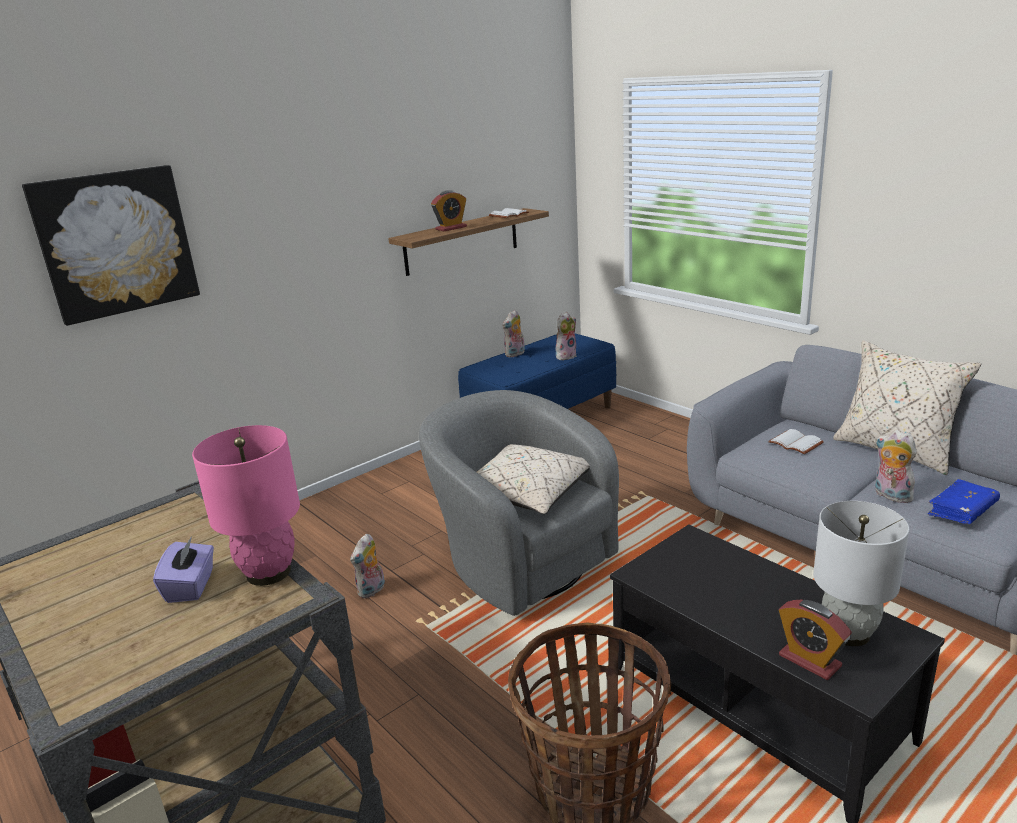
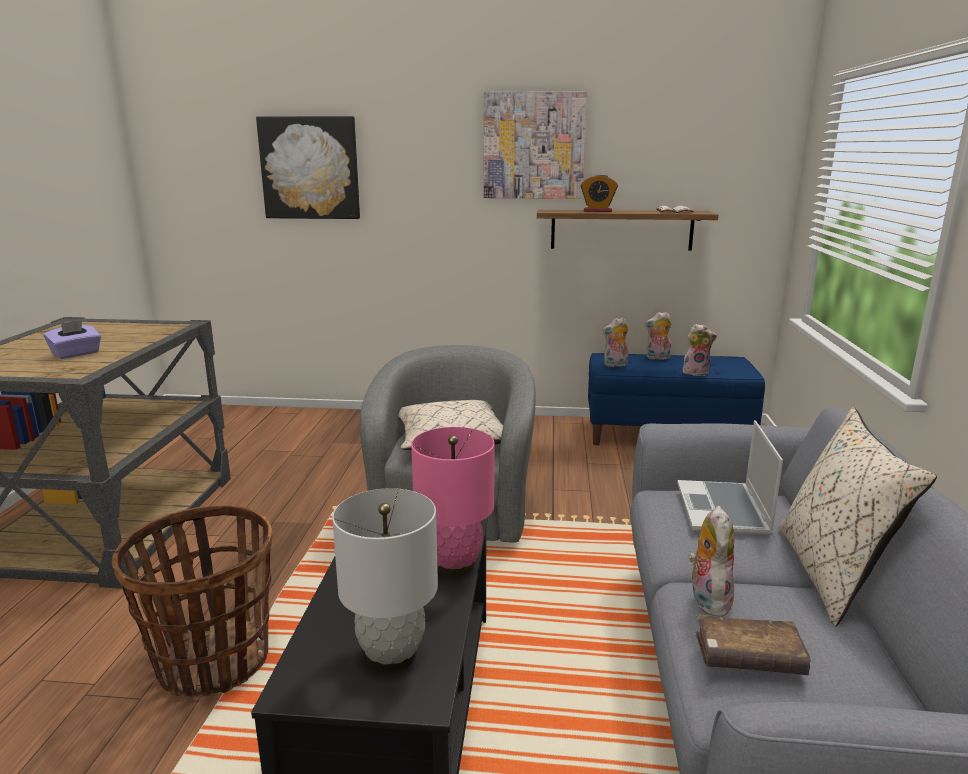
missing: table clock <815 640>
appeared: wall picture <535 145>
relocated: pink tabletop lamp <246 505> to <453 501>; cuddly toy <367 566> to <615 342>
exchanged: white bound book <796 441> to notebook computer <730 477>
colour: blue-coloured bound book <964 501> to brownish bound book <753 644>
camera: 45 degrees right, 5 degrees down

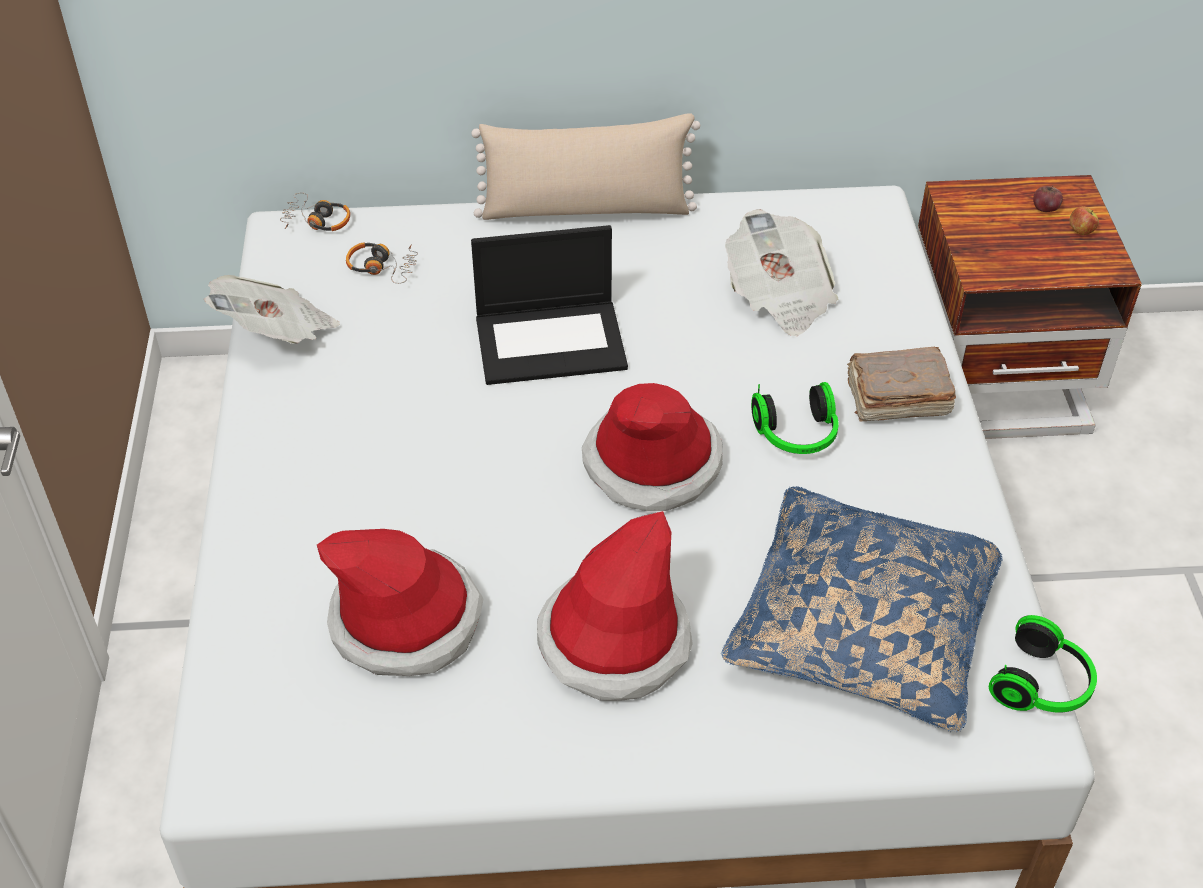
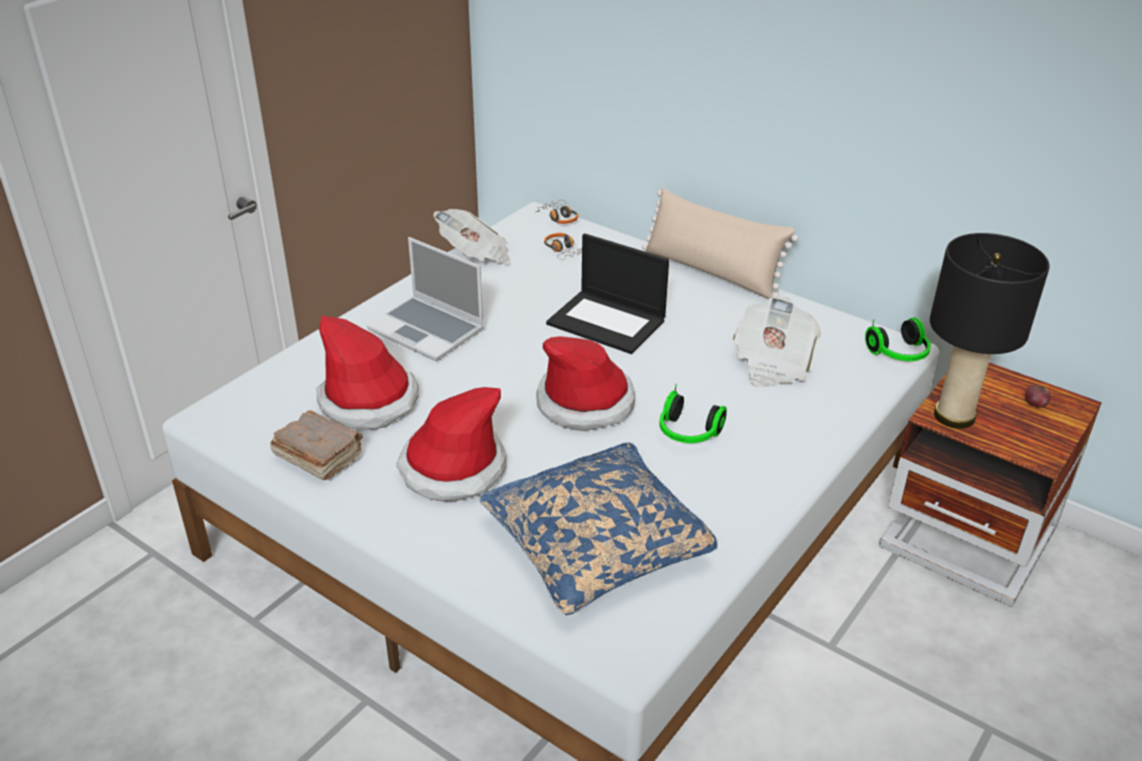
missing: apple <1084 220>
appeared: notebook computer <425 299>; black tabletop lamp <990 331>
relocated: brownish bound book <901 384> to <316 445>; headset <1043 664> to <898 339>
camera: 40 degrees right, 10 degrees down

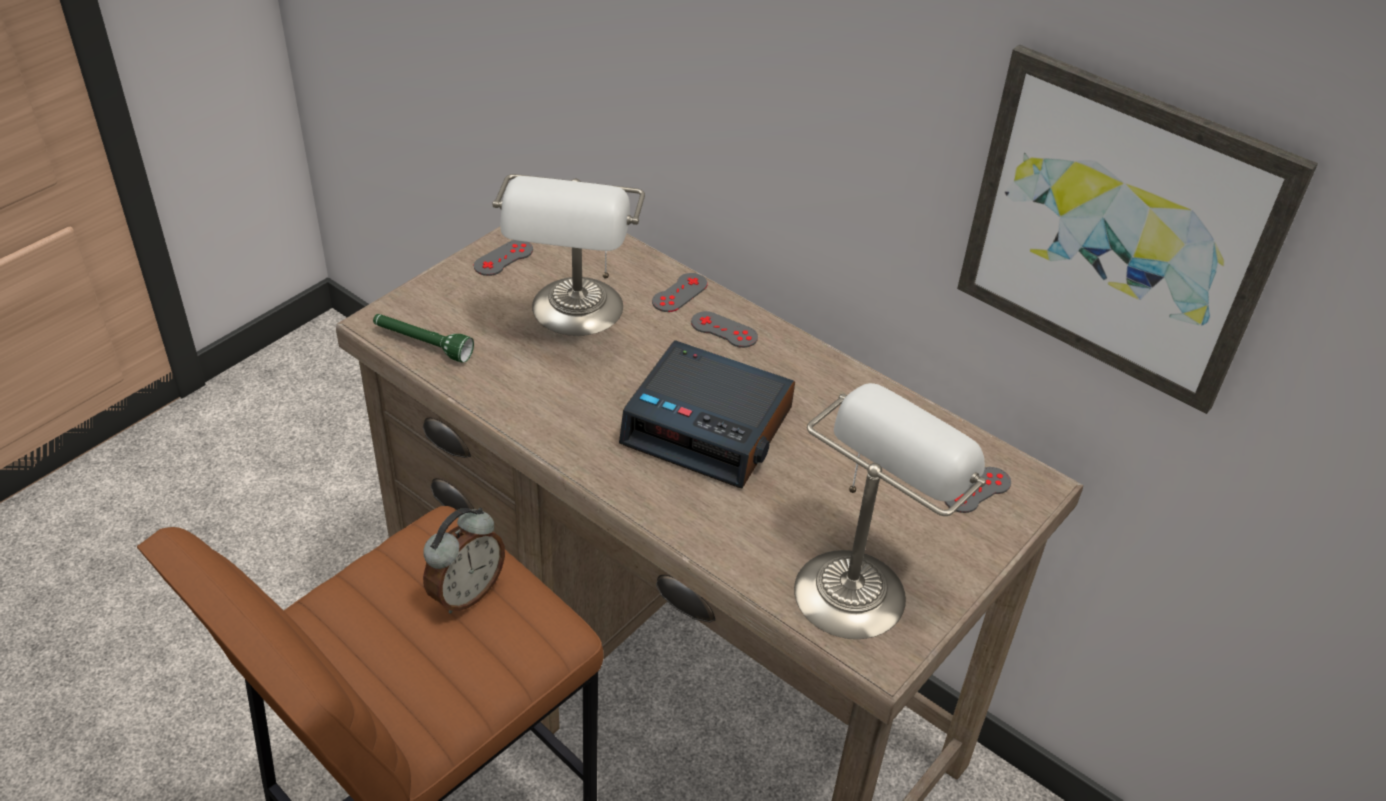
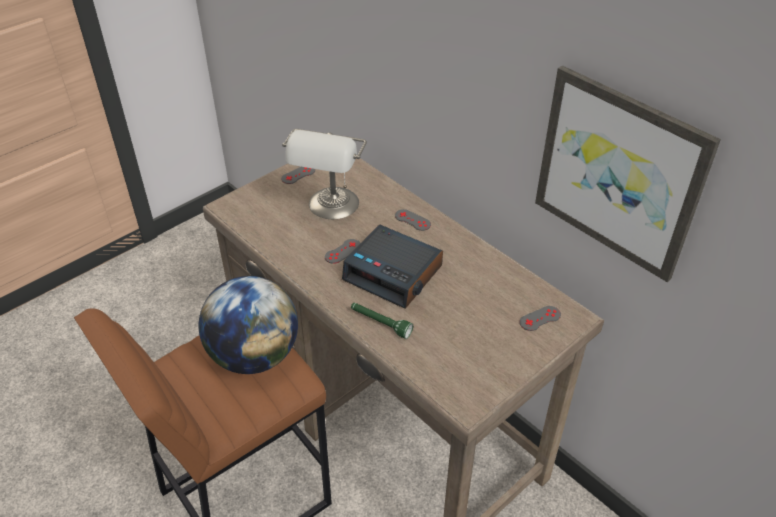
missing: white tabletop lamp <890 511>
relocated: greenish flashlight <423 338> to <382 321>; greyish gamepad <680 292> to <342 251>
exchanged: table clock <464 561> to world globe <248 325>
camera: 10 degrees right, 0 degrees up

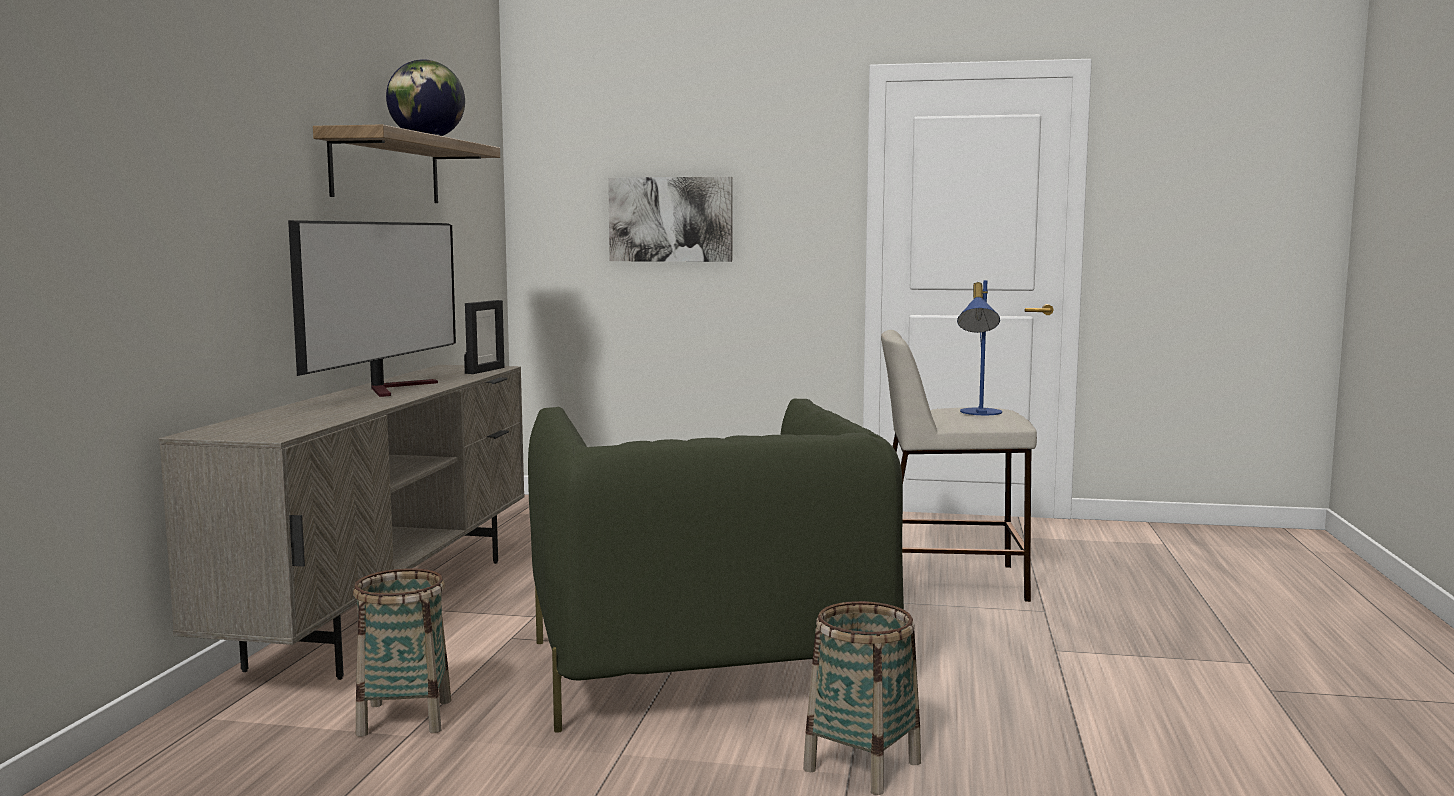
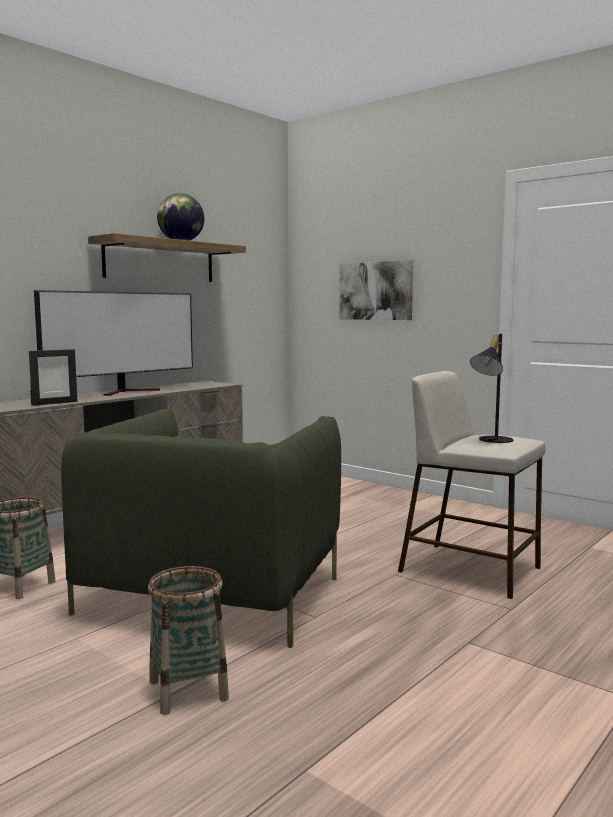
relocated: standing frame <484 337> to <53 377>
colour: blue-coloured tabletop lamp <979 347> to black tabletop lamp <492 388>
camera: 30 degrees right, 0 degrees up

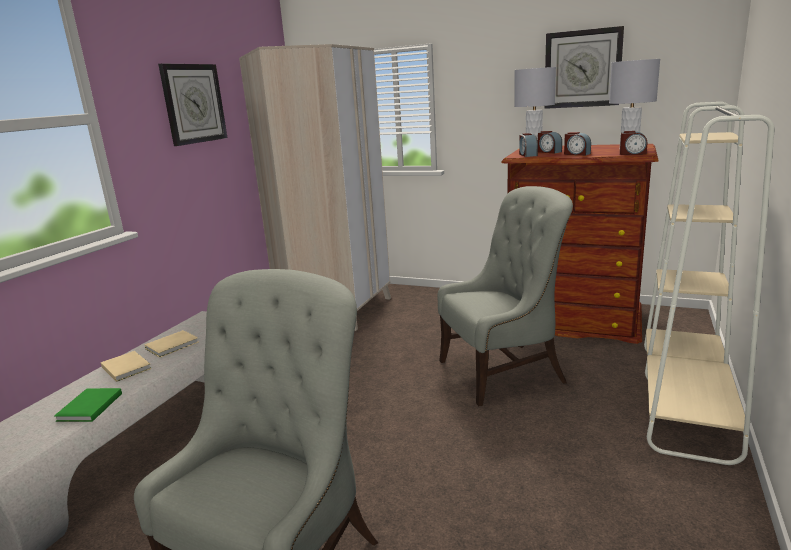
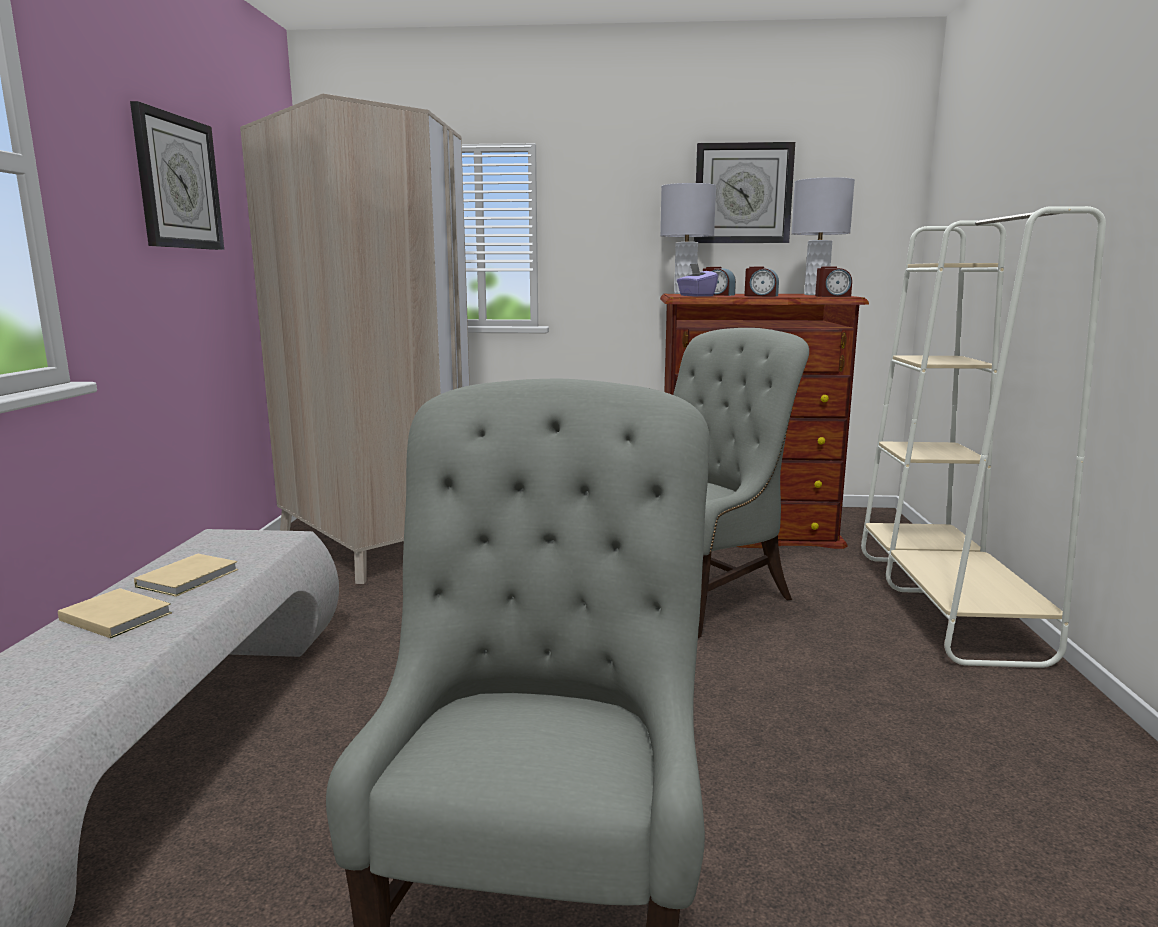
missing: greenish bound book <88 405>
exchanged: table clock <528 145> to purple-coloured tissue holder <697 280>
camera: 20 degrees left, 5 degrees down

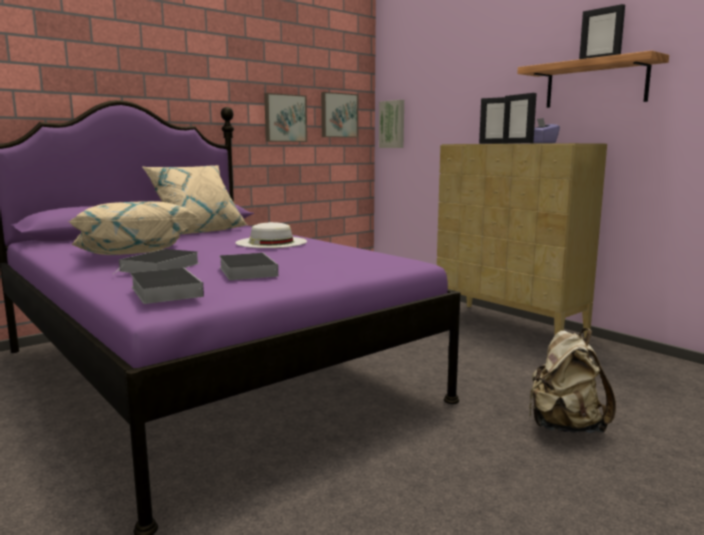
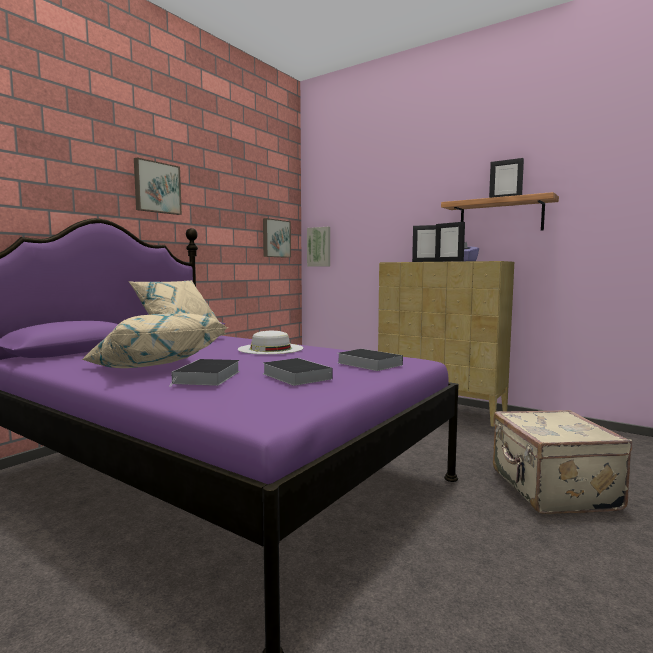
relocated: bound book <167 286> to <370 360>; wall picture <285 117> to <158 186>
exchanged: sand-coloured rucksack <572 380> to sand-coloured piece of luggage <562 462>
camera: 15 degrees left, 5 degrees down

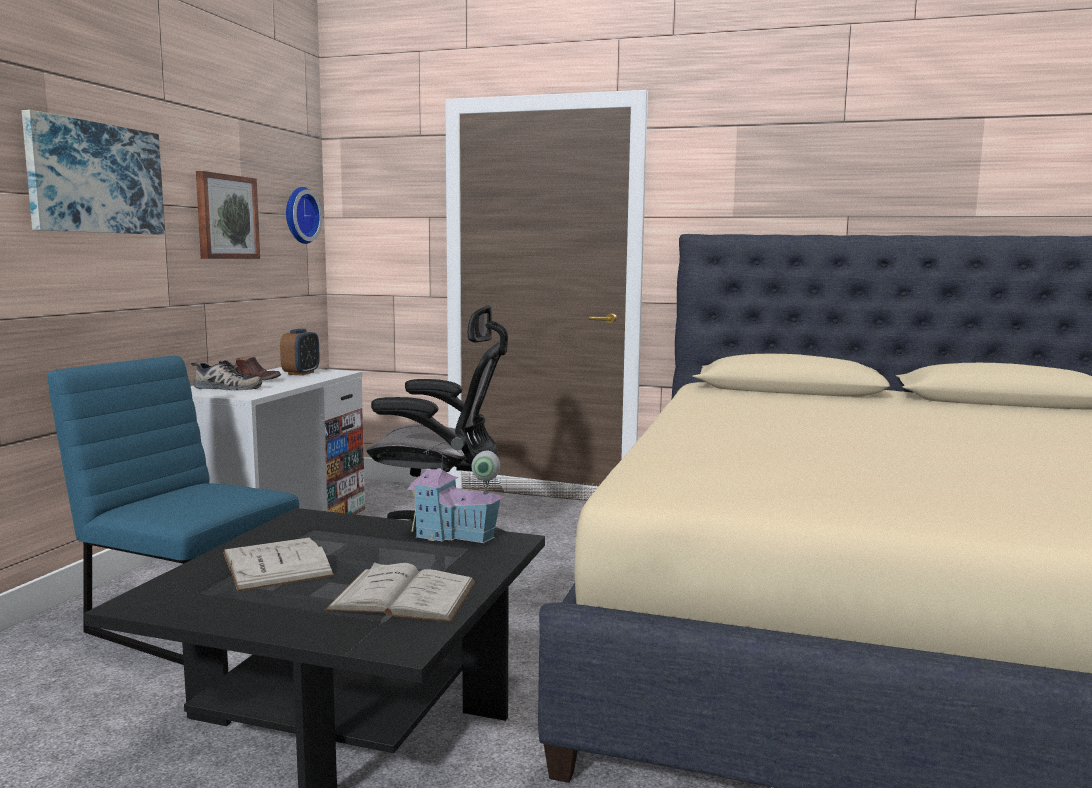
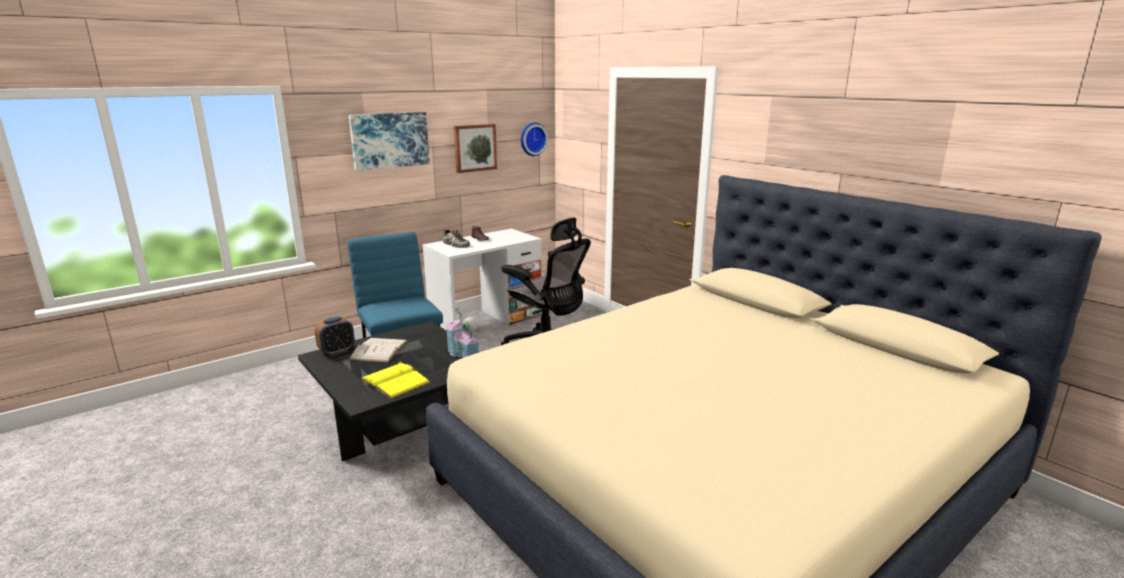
relocated: table clock <300 352> to <335 336>
colour: white bound book <399 592> to yellowish bound book <395 380>
camera: 35 degrees right, 10 degrees up

